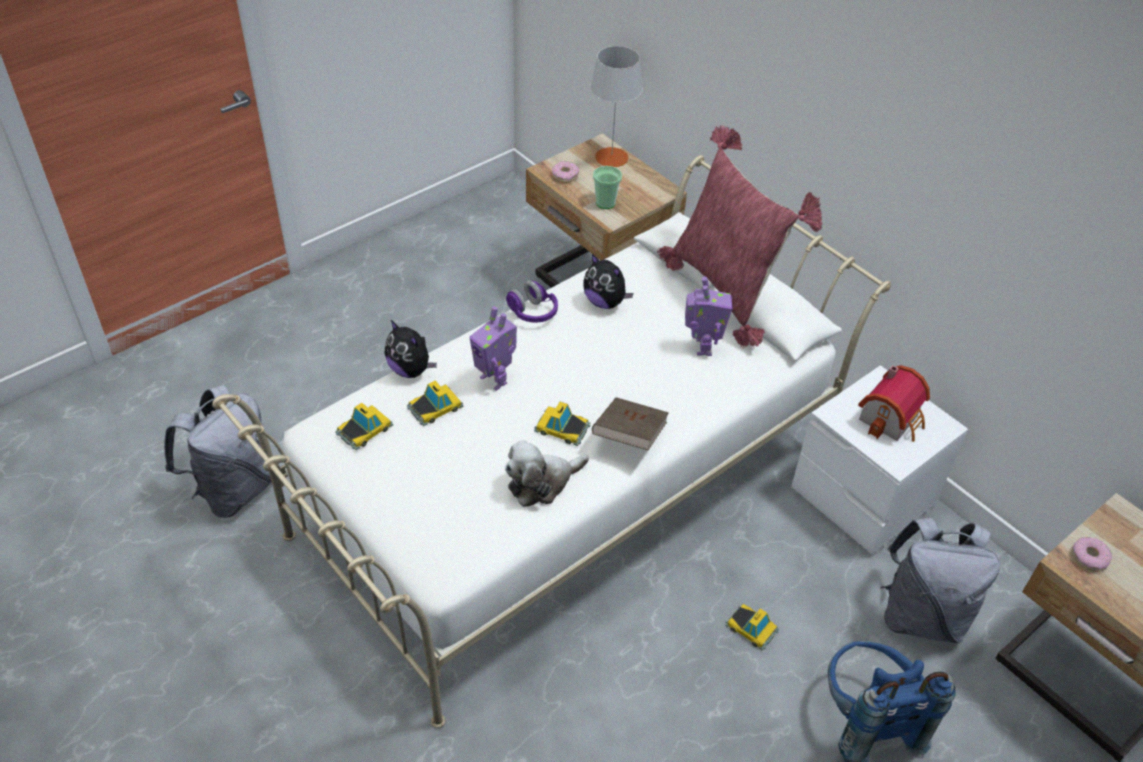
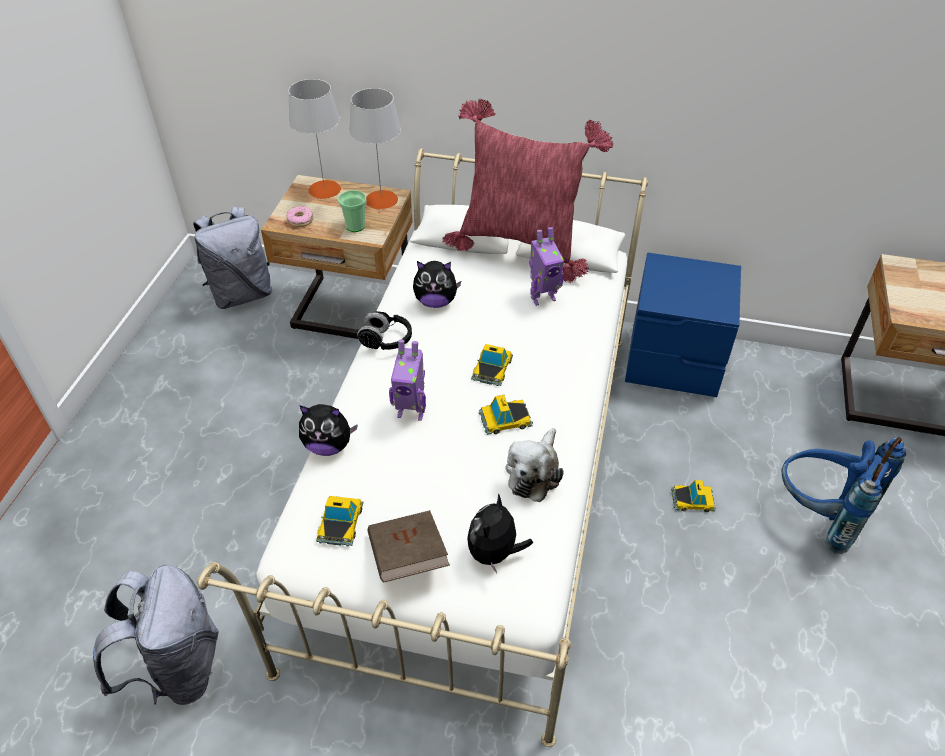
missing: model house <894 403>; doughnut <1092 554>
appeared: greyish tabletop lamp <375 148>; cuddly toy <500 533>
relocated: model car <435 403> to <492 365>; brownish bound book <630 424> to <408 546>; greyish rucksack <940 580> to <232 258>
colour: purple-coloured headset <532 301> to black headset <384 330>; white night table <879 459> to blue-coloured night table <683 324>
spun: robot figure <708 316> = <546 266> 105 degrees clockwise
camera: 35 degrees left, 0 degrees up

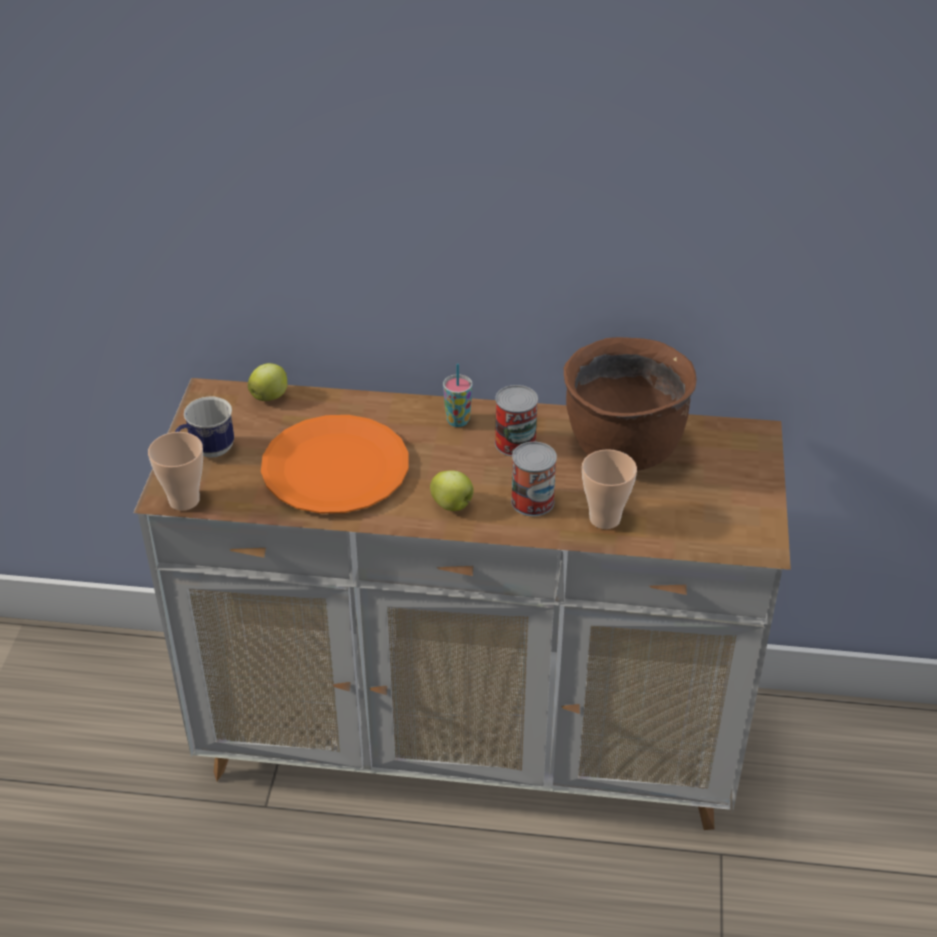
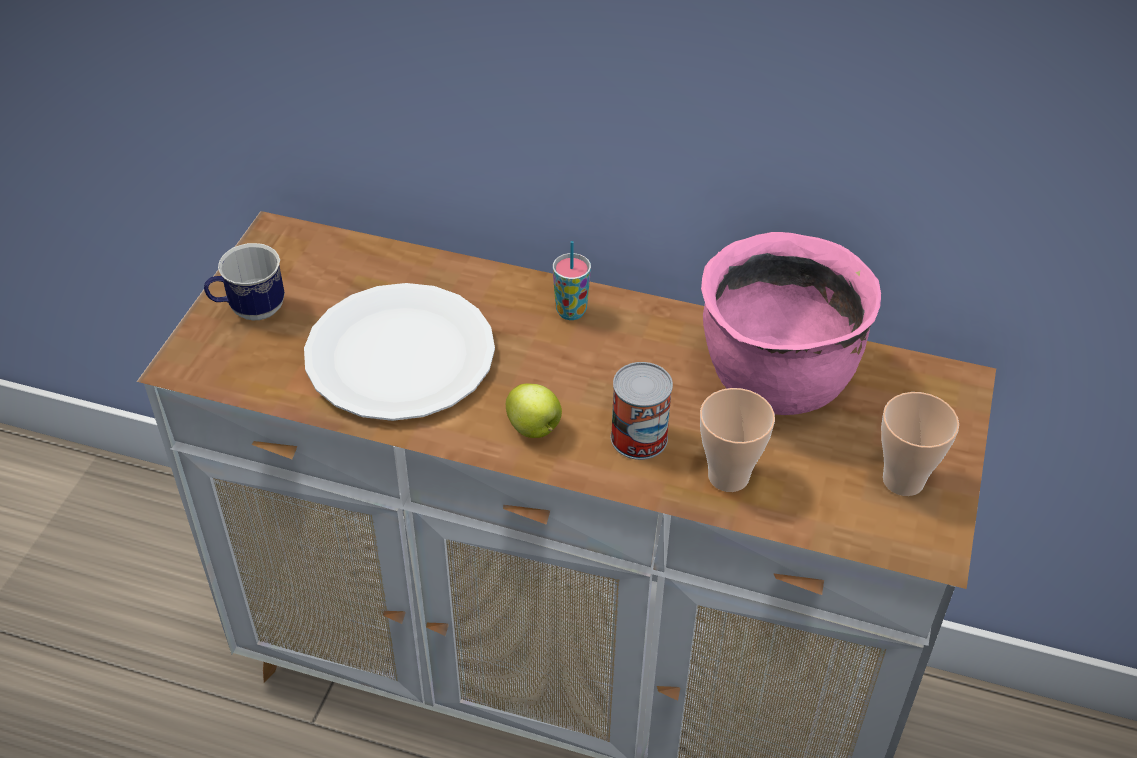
missing: apple <268 382>; sealed can <516 420>
relocated: small cup <175 471> to <920 444>
colour: orangey plate <335 464> to white plate <399 352>; brownish cooking pot <630 404> to pink cooking pot <791 323>
camera: 10 degrees right, 5 degrees up

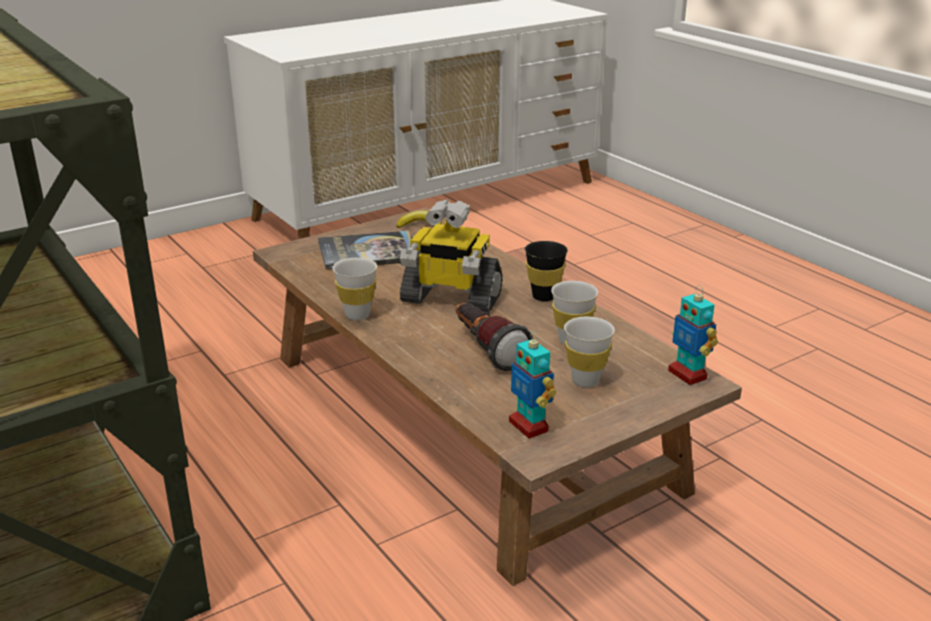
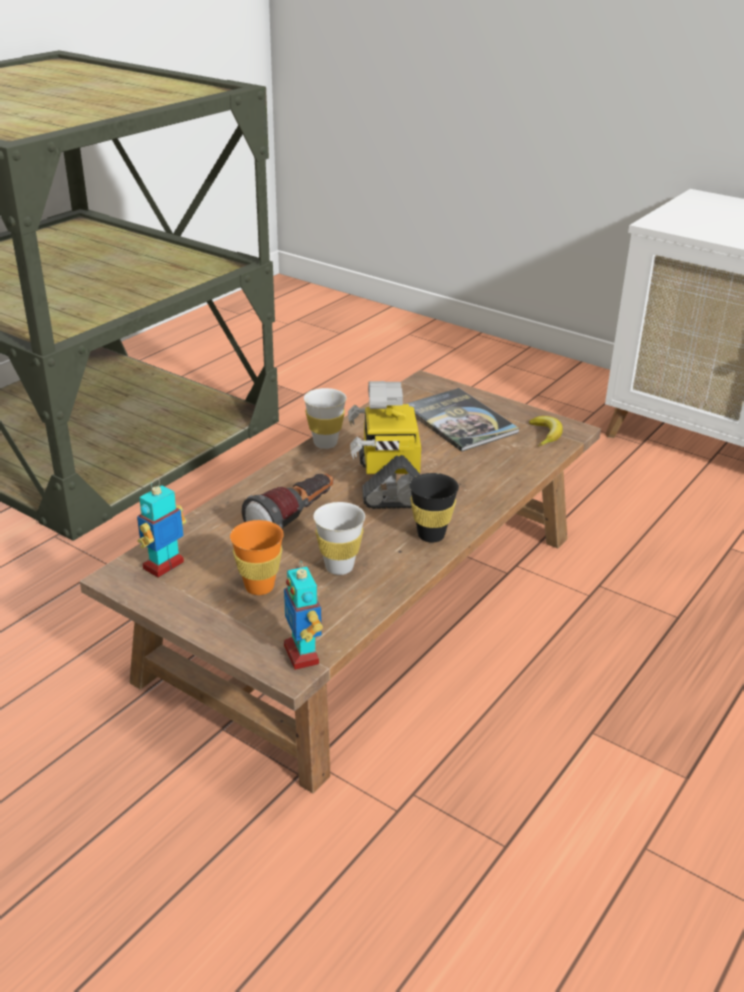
colour: white small cup <589 352> to orangey small cup <257 557>
spun: robot figure <693 335> = <303 615> 60 degrees counterclockwise
camera: 70 degrees right, 5 degrees up

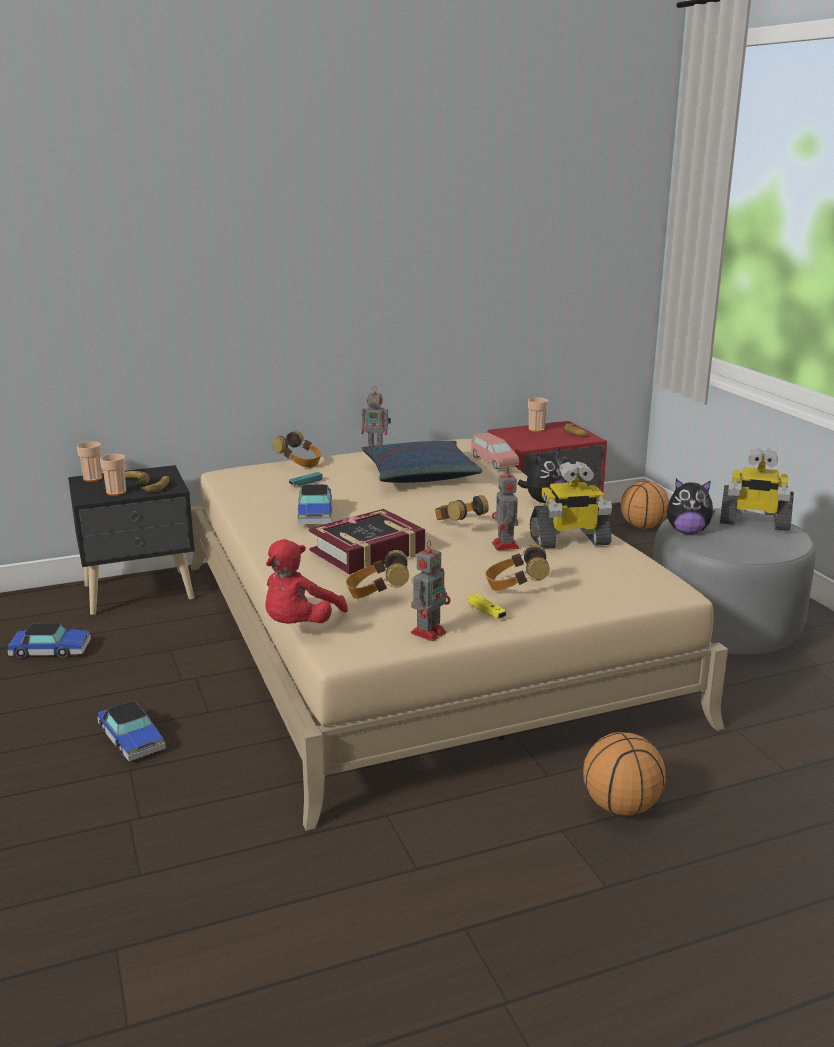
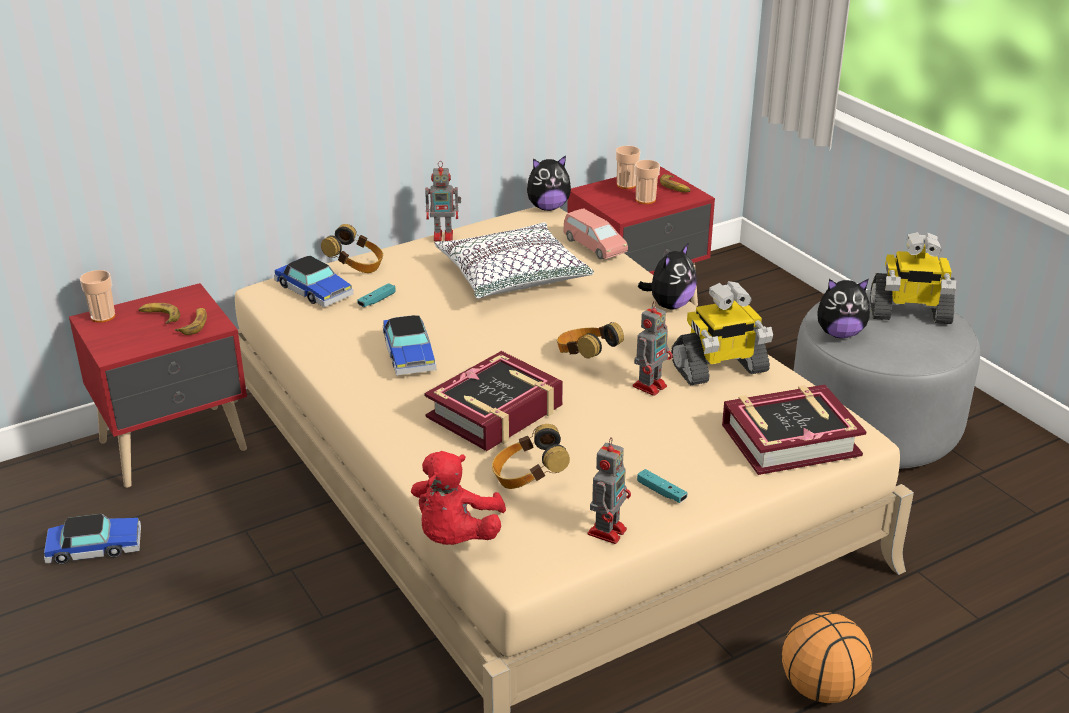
missing: headset <517 567>; ball for basketball <645 505>
appeared: cuddly toy <549 183>; bound book <794 430>
relocated: model car <131 731> to <313 281>; small cup <113 475> to <647 182>
colour: black night table <131 540> to red night table <158 385>; blue-coloured pillow <422 462> to white pillow <514 260>; yellowish gamepad <487 606> to turquoise-coloured gamepad <662 486>
spun: robot figure <505 508> = <652 348> 120 degrees counterclockwise
camera: 10 degrees left, 10 degrees up

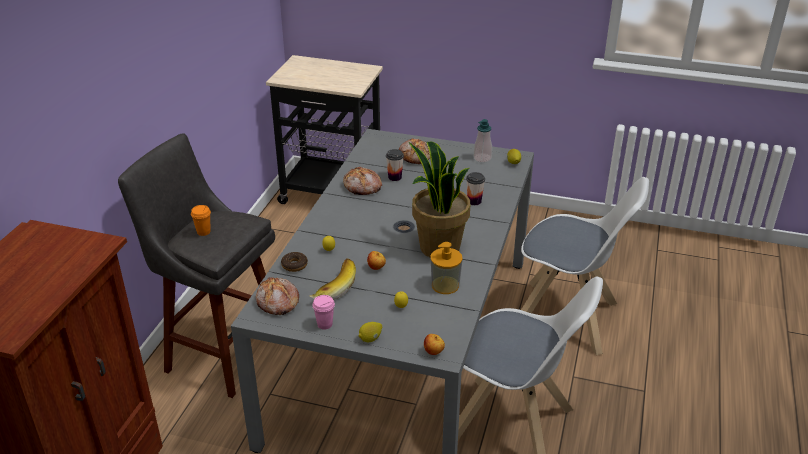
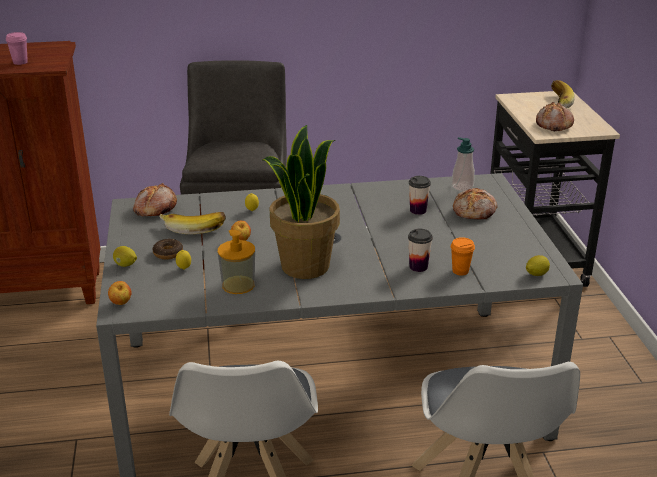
appeared: banana fruit <563 94>
relocated: orangey small cup <201 220> to <463 256>; doughnut <294 262> to <168 249>; pink small cup <323 312> to <17 48>; bakery bread <362 181> to <555 116>; liquid soap bottle <482 141> to <463 164>
camera: 65 degrees right, 5 degrees down

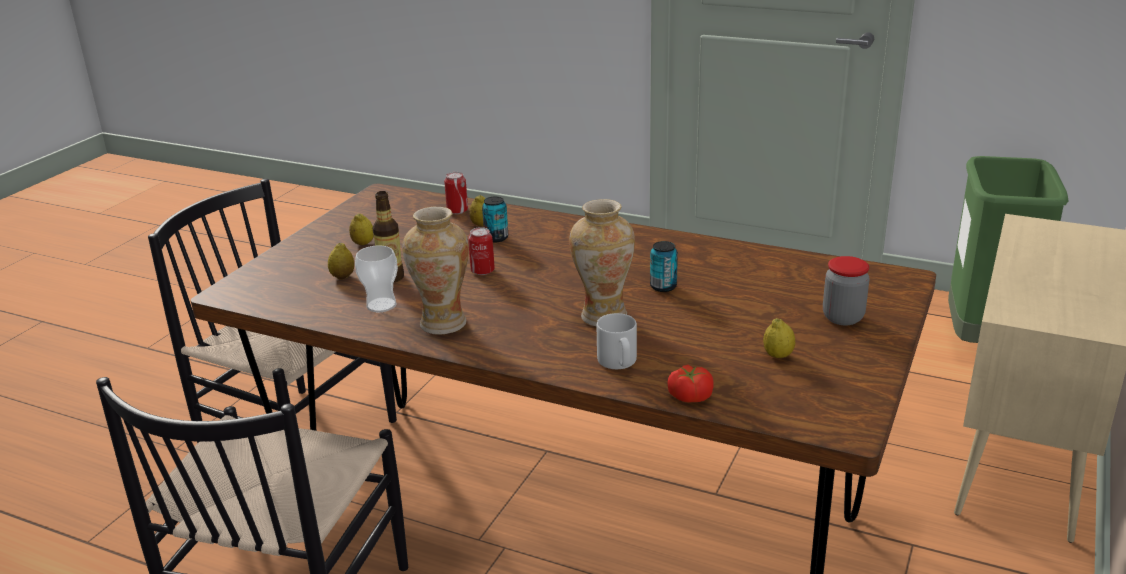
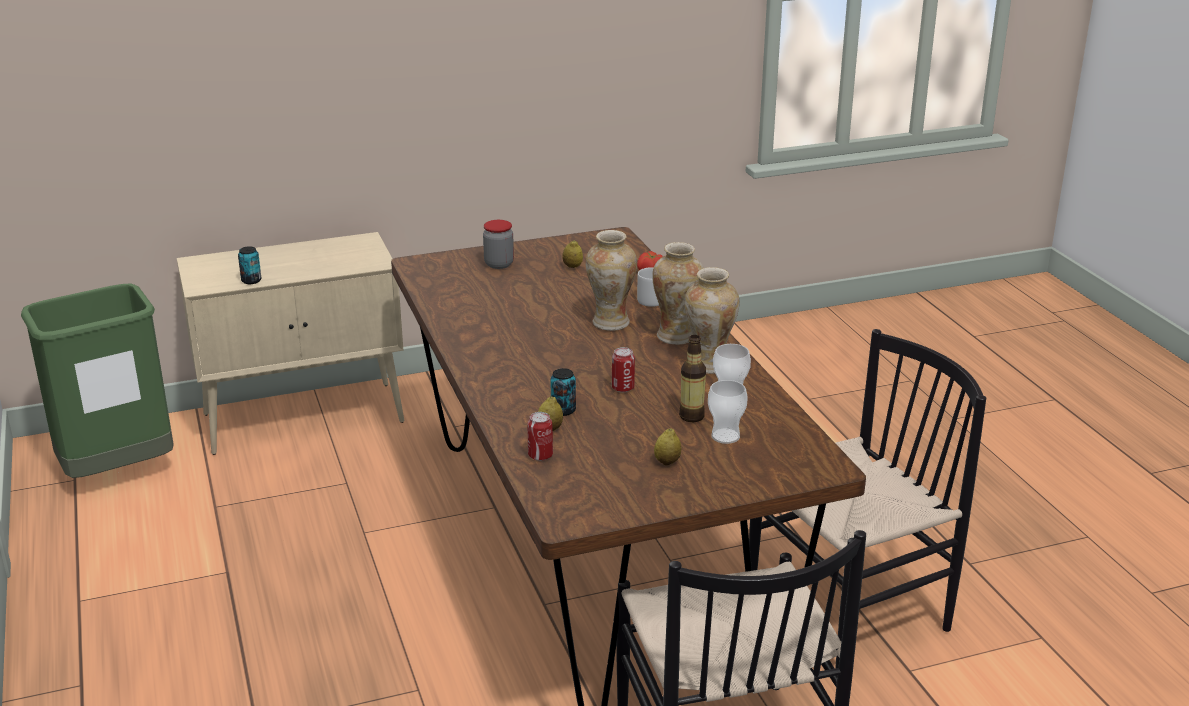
appeared: flower vase <678 293>
relocated: sealed can <664 266> to <249 265>
exchanged: whole lemon <341 261> to small cup <728 412>
camera: 135 degrees left, 0 degrees up

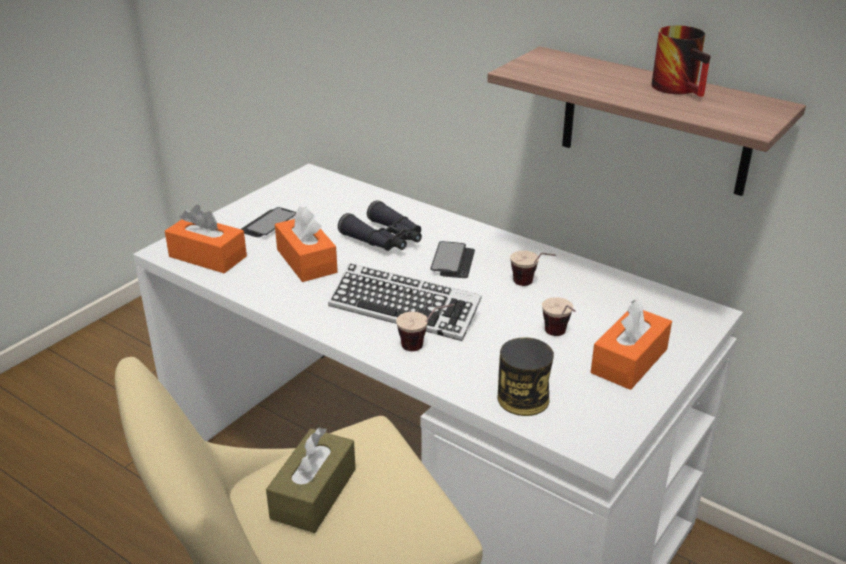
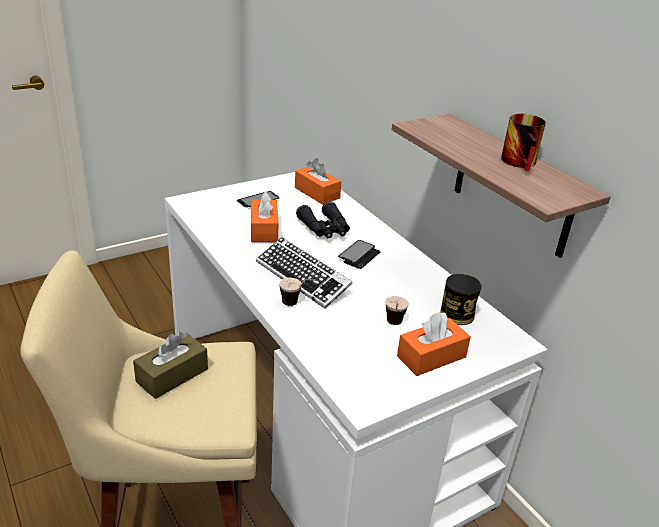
missing: small cup <533 268>
relocated: orangey tissue holder <206 239> to <318 181>; sealed can <526 376> to <461 299>
camera: 20 degrees right, 0 degrees up

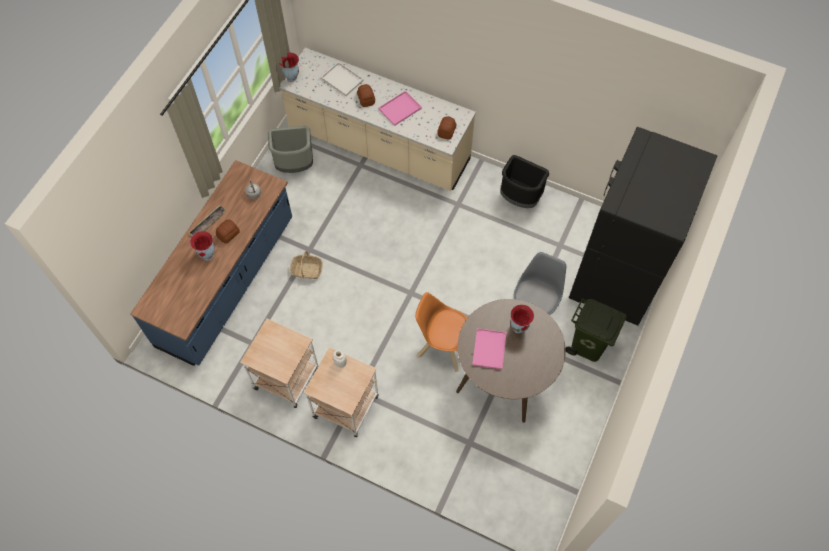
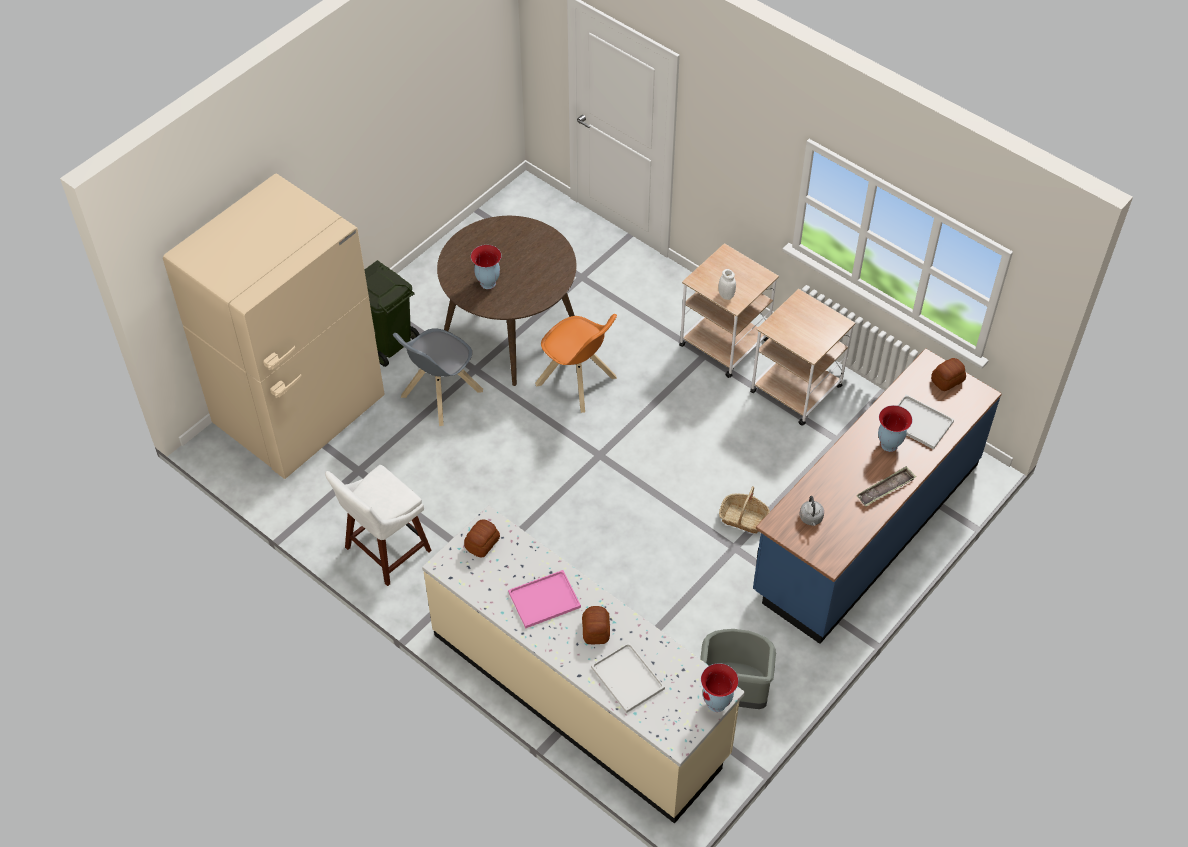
missing: pink serving tray <489 348>
appeared: white serving tray <925 422>
relocated: bakery bread <228 231> to <948 374>
exchanged: black rubbish bin <524 181> to white upright chair <378 525>
colour: black kitchen fridge <643 226> to sand-coloured kitchen fridge <273 326>
camera: 165 degrees left, 10 degrees down

